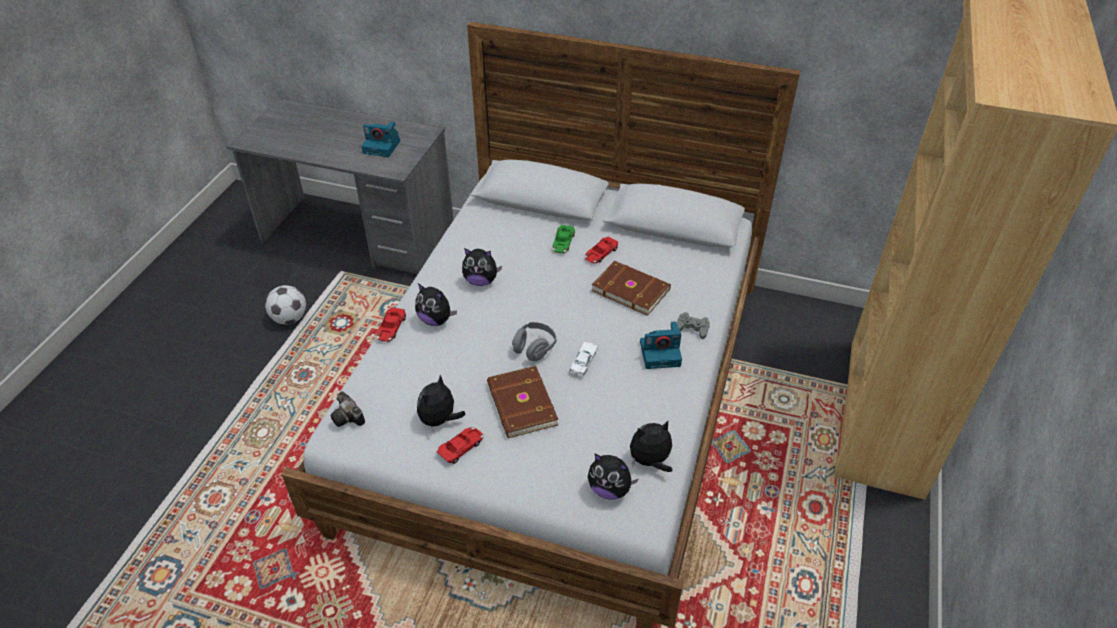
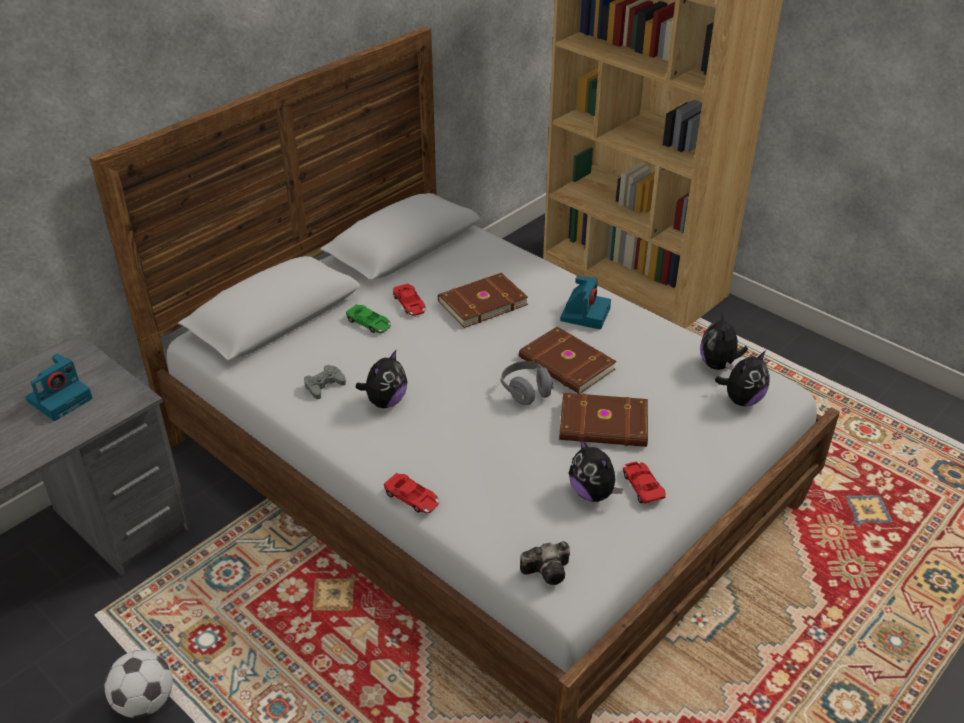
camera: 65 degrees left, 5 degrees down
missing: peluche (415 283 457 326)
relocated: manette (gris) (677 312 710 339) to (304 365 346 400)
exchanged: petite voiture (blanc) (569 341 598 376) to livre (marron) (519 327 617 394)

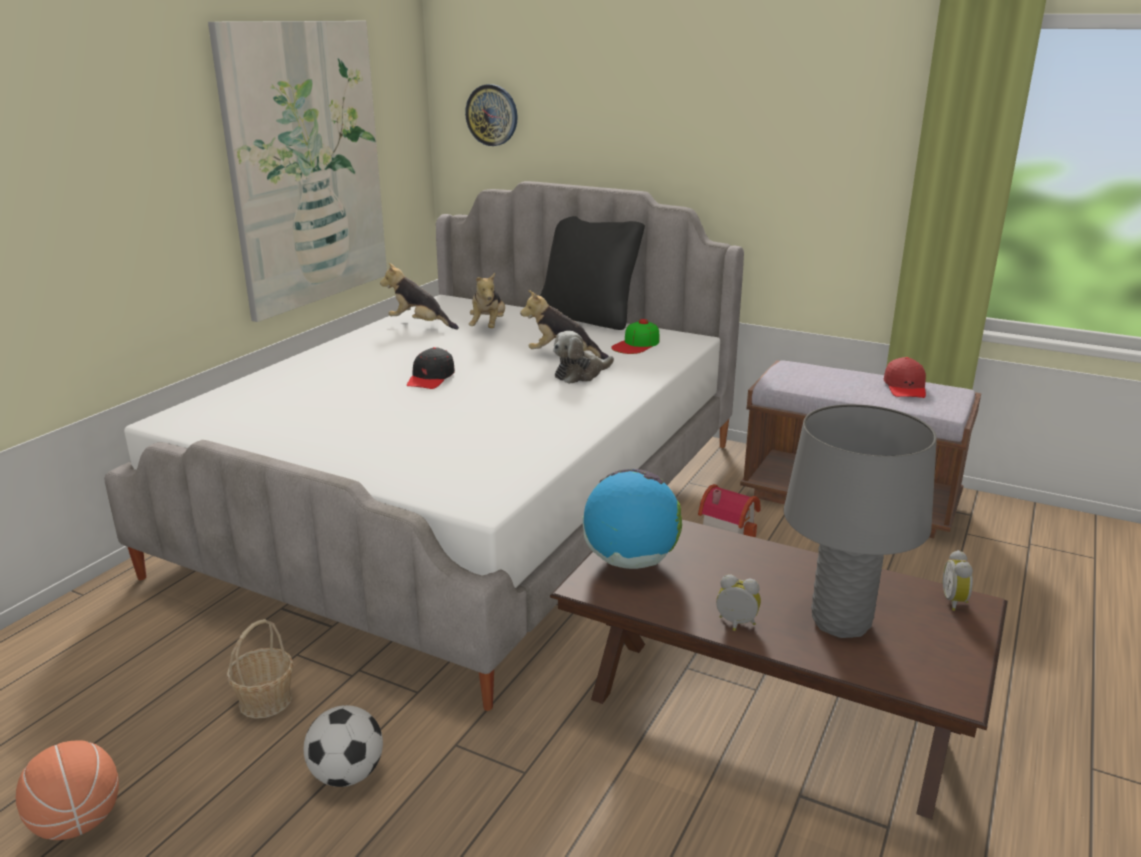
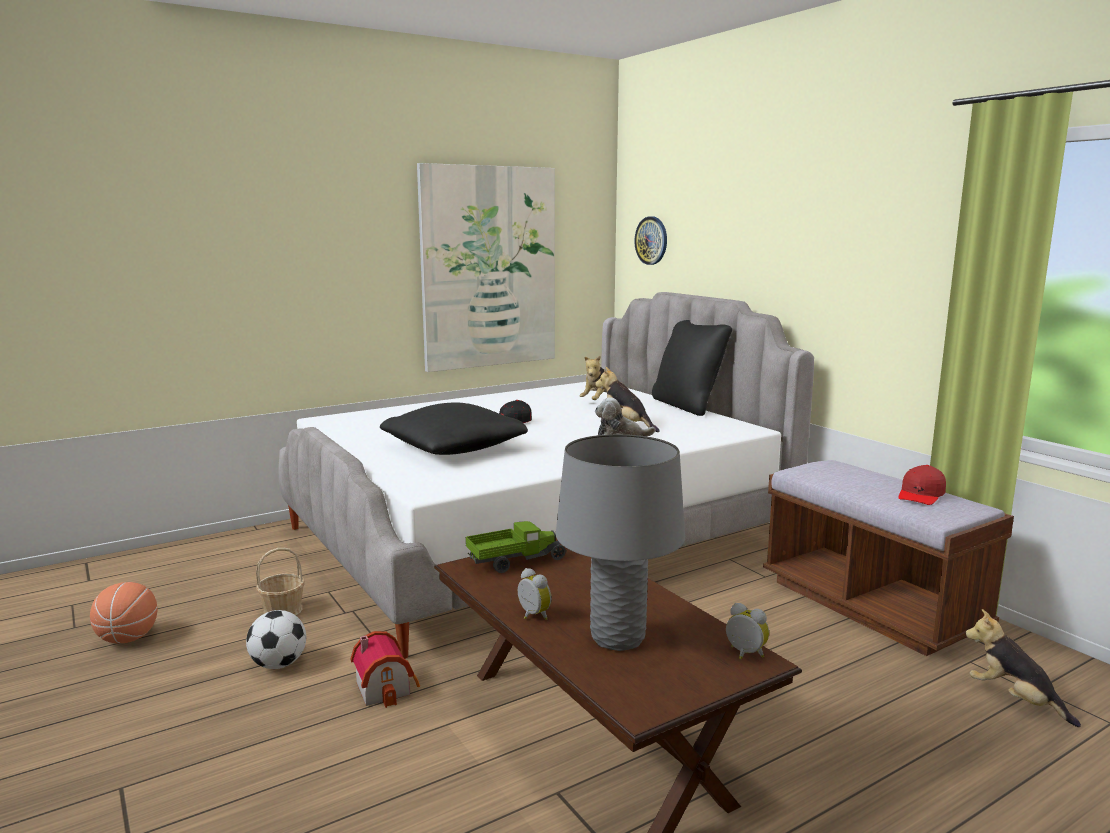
camera: 30 degrees right, 10 degrees down
missing: casquette (611 319 659 354)
appeared: coussin (noir) (380 403 528 455)
relocated: peluche (380 263 459 330) to (965 609 1081 727); maison miniature (698 484 761 537) to (351 631 420 708)
exchanged: globe (582 469 682 569) to camion jouet (466 521 567 573)
spun: réveil (943 550 973 611) = (726 603 769 659) 90 degrees clockwise

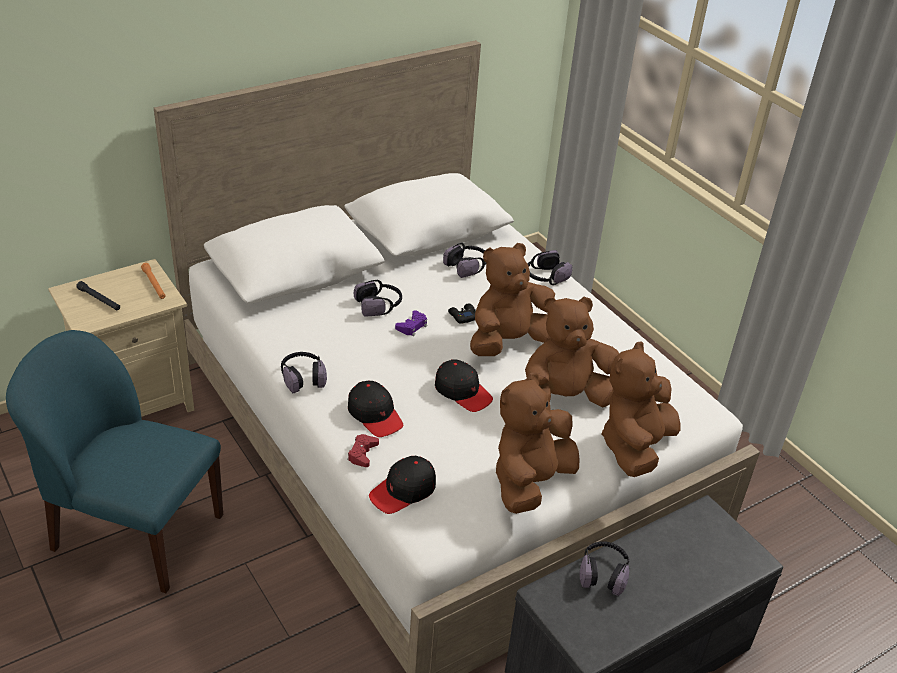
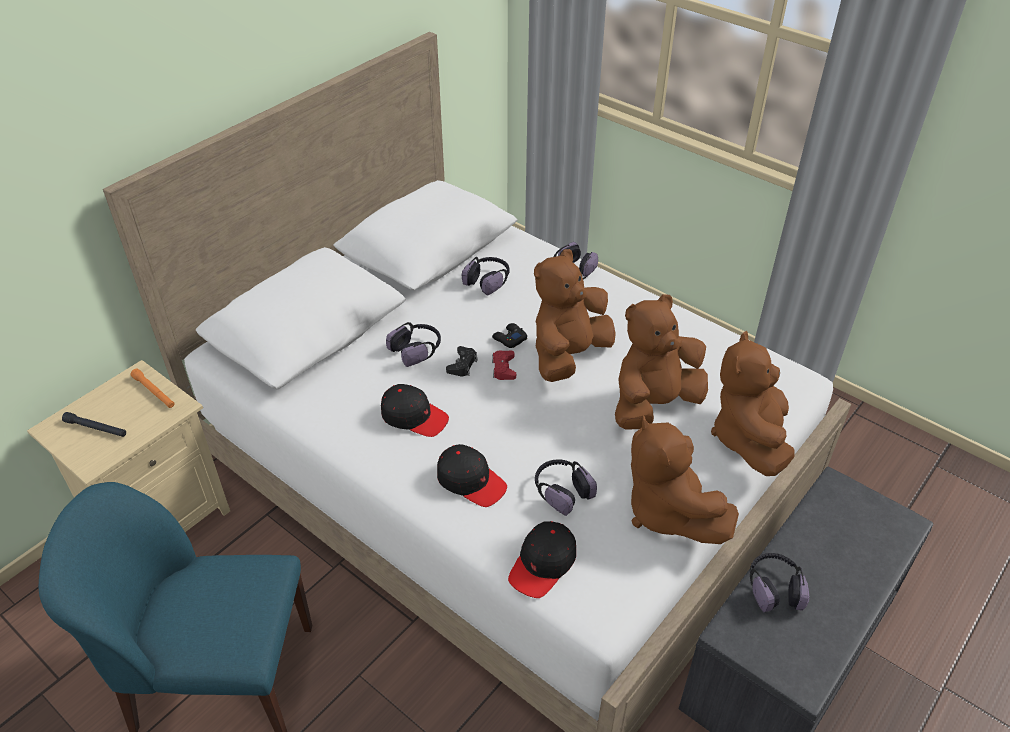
camera: 15 degrees left, 5 degrees up
relocated: casque audio (281 352 327 393) to (535 459 597 516); manette (rouge) (348 434 379 467) to (492 350 516 380); casquette (noir) (435 359 493 412) to (381 384 449 437)
colour: manette (violet) (395 310 427 336) to manette (noir) (446 346 478 376)
spun: peluche (marron) (496 373 580 514) = (631 415 739 544) 45 degrees counterclockwise

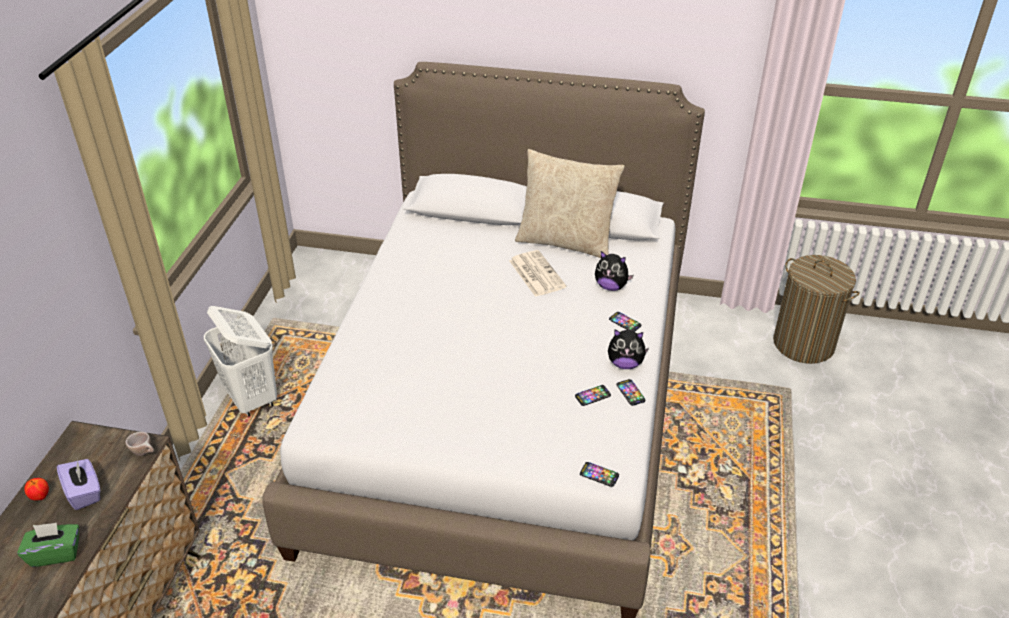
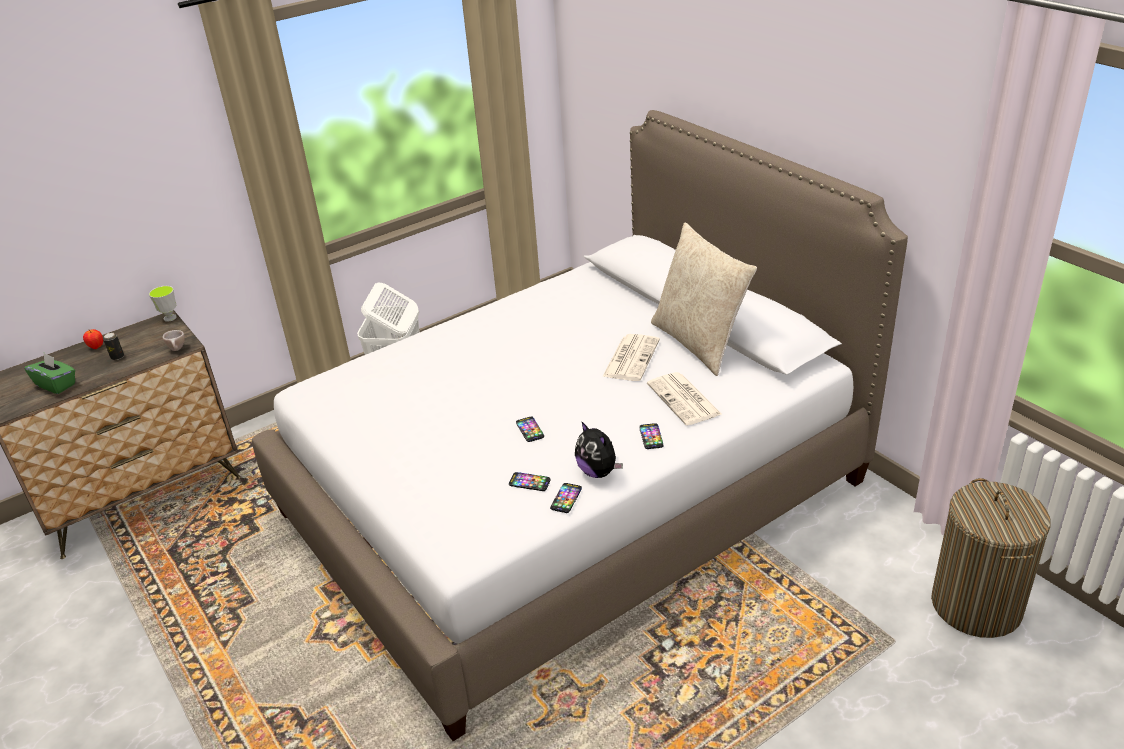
camera: 45 degrees right, 5 degrees down
appeared: tasse (149 286 177 322)
relocated: téléphone (580 462 619 487) to (516 416 544 442)
exchanged: boîte à mouchoirs (violet) (57 459 100 510) to boîte métallique (103 333 124 360); peluche (595 251 634 291) to journal (647 372 722 425)

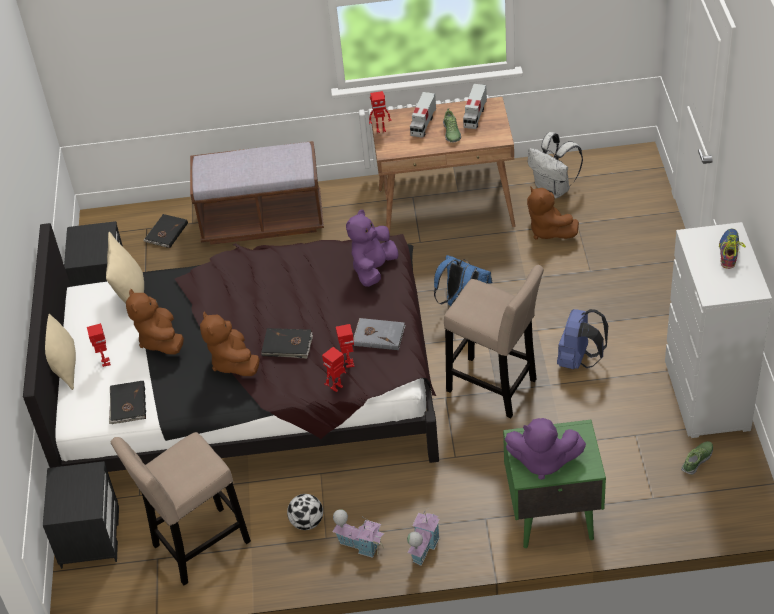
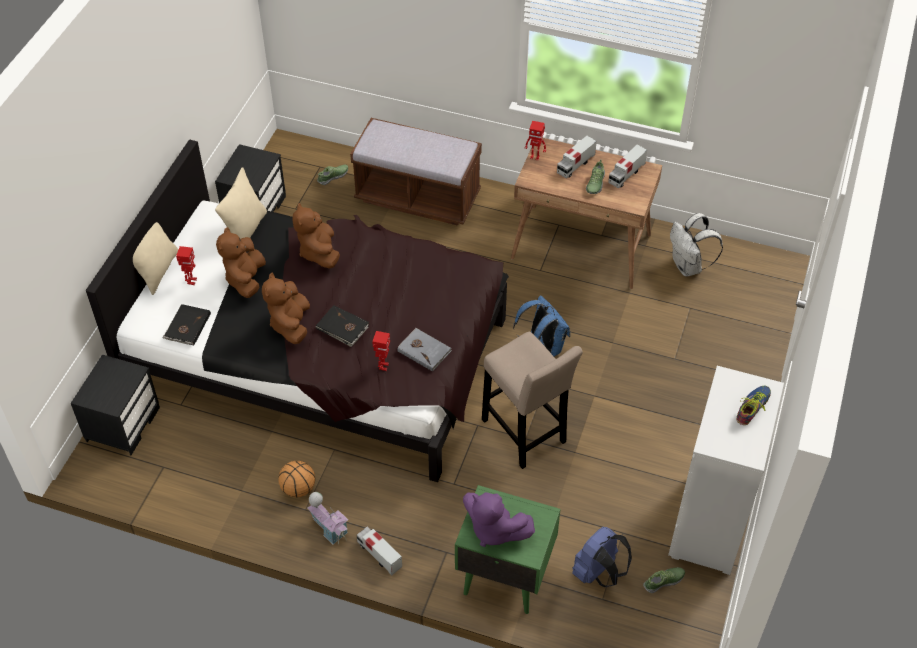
camera: 20 degrees right, 5 degrees up
missing: tabouret (beige) (111 432 251 585); robot jouet (322 347 346 392); peluche (violet) (346 210 399 287)
relocated: peluche (marron) (527 187 579 239) to (293 203 340 269); sac à dos (bleu) (557 309 608 369) to (572 527 632 587)
exchanged: livre (noir) (143 214 188 248) to chaussure (317 165 348 185); ballon de foot (287 494 323 530) to ballon de basket (278 461 315 497); maison miniature (407 509 440 566) to camion jouet (357 526 402 576)

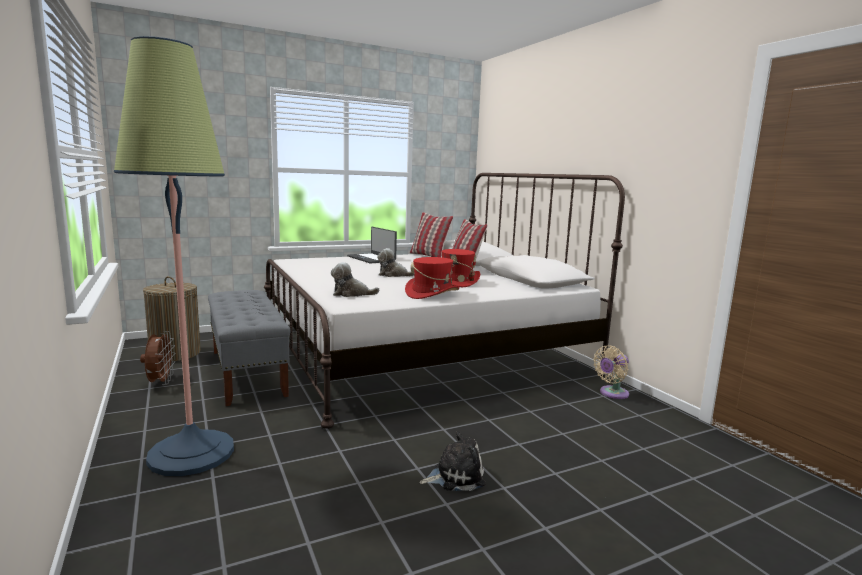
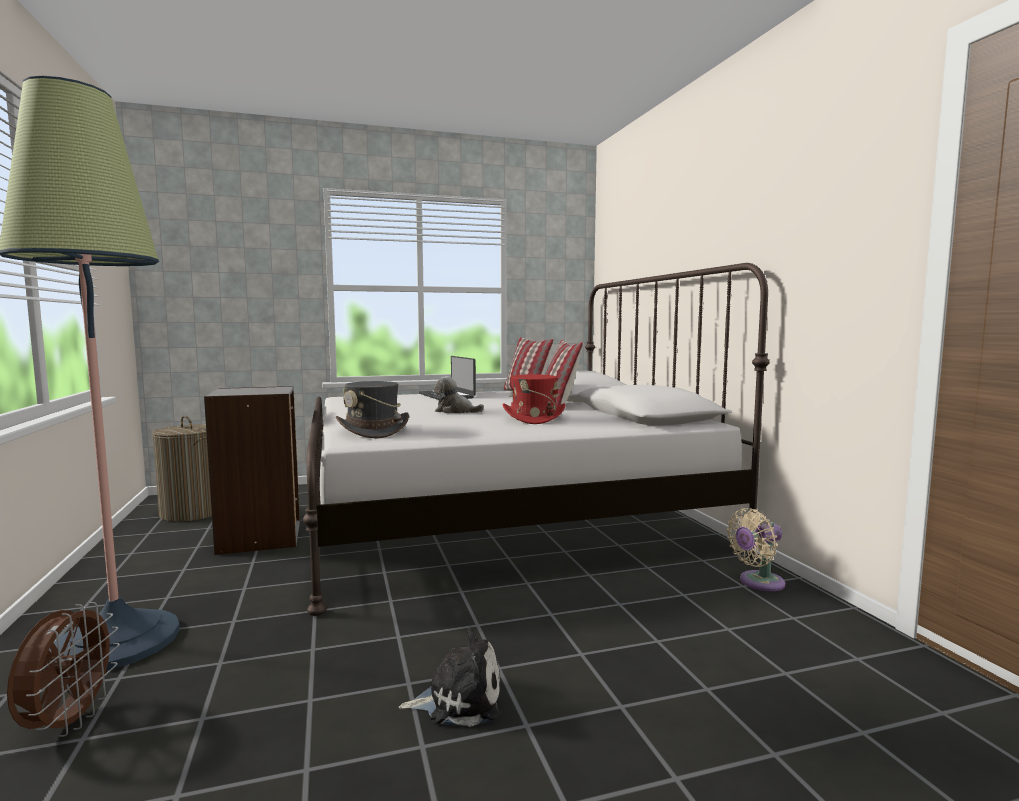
camera: 10 degrees right, 5 degrees down
missing: chapeau (rouge) (405 257 459 299)
relocated: ventilateur (marron) (140 331 175 385) to (7 602 120 737)
exchanged: banc (gris) (208 290 290 406) to bibliothèque (gris) (204 386 300 555); peluche (331 262 379 297) to chapeau (gris) (336 381 409 438)

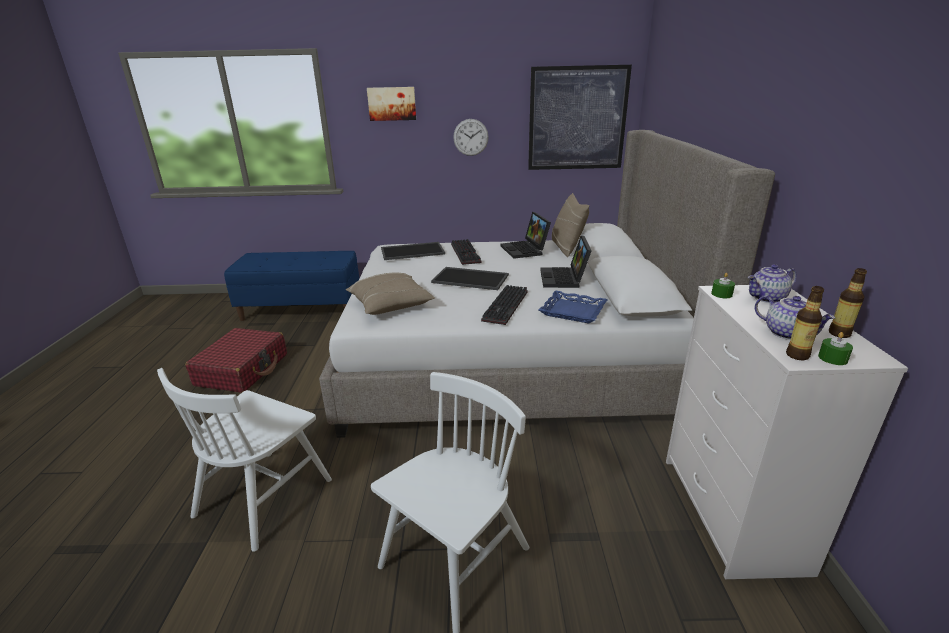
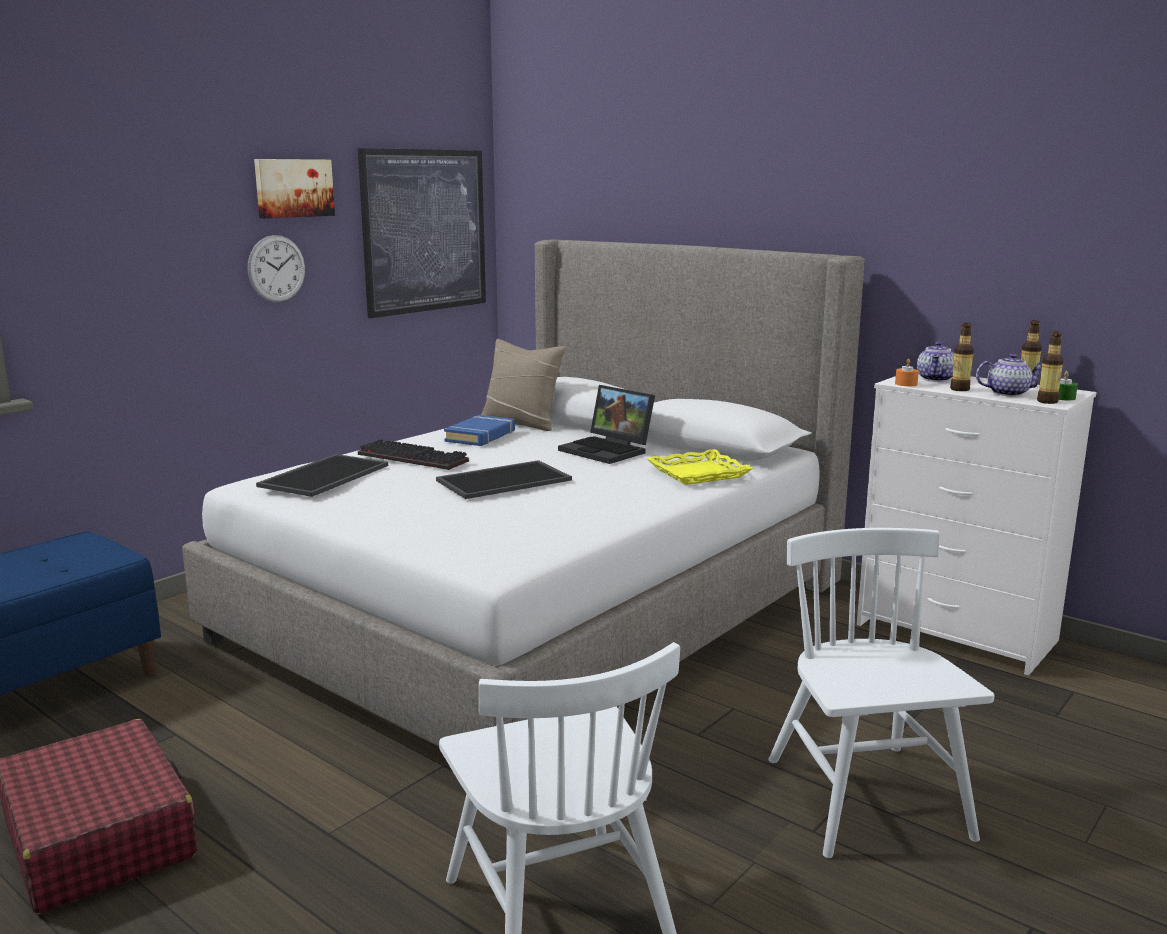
camera: 50 degrees left, 10 degrees down
missing: coussin (beige) (346 272 435 315); clavier (481 285 528 325)
appeared: bouteille (950 323 974 391)
relocated: tableau (367 87 416 121) to (254 159 335 218)
exchanged: ordinateur portable (500 212 551 259) to livre (bleu) (444 415 515 446)
colour: plateau (bleu) (539 290 608 324) to plateau (jaune) (646 449 753 485); bougie (vert) (711 273 735 298) to bougie (orange) (895 359 919 386)

